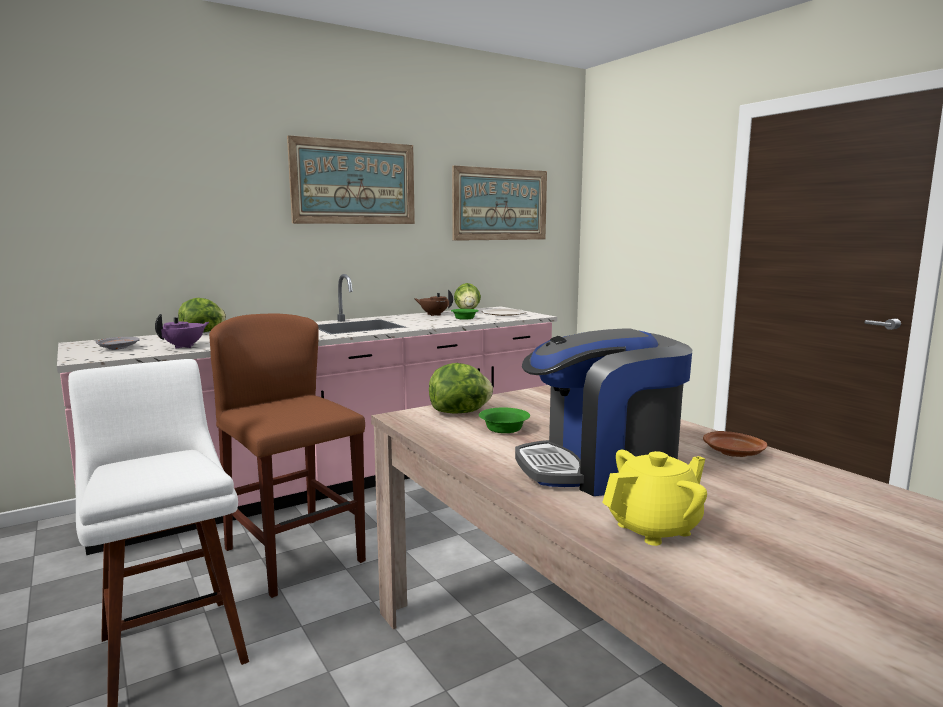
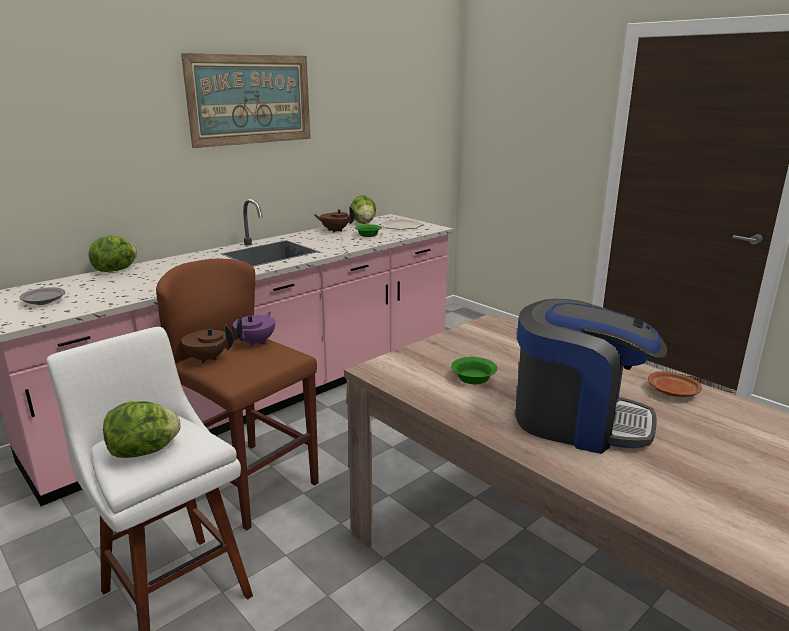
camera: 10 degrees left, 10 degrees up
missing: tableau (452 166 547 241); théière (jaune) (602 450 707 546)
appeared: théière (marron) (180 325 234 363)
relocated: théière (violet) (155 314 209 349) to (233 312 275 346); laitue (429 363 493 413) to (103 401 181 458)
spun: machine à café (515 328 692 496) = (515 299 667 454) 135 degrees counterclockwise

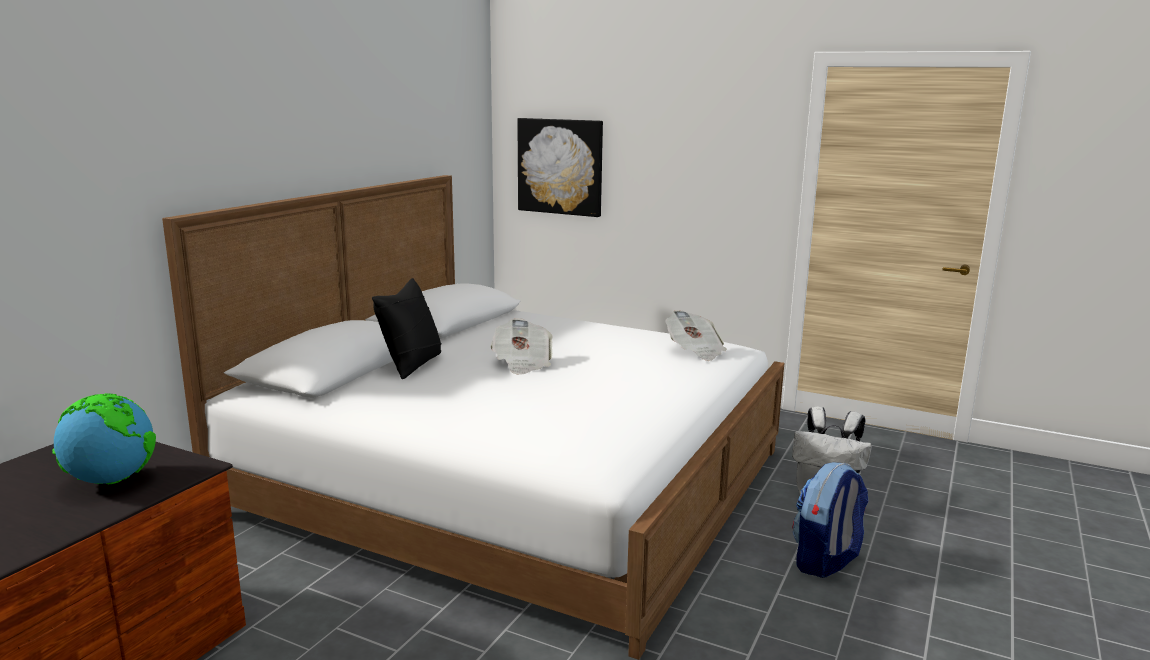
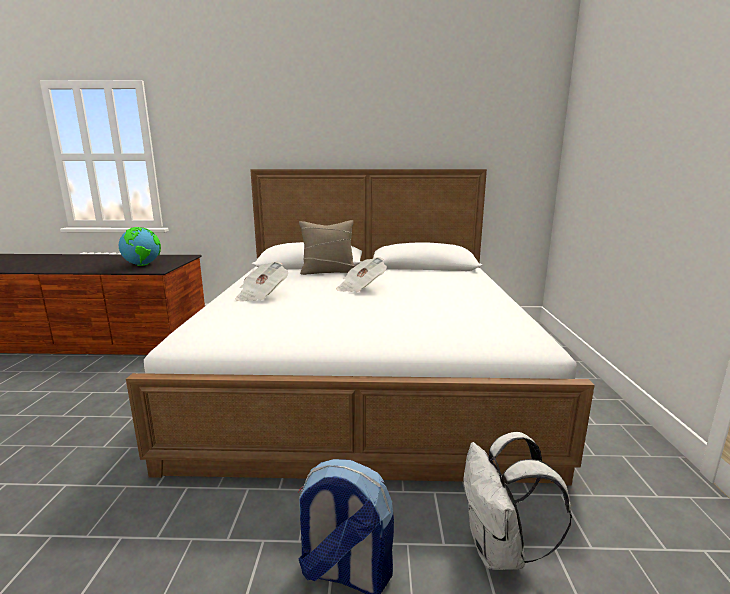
camera: 65 degrees right, 0 degrees up
missing: tableau (517 118 603 217)
relocated: journal (665 310 727 361) to (235 262 288 301)
colour: coussin (noir) (372 278 441 379) to coussin (beige) (299 220 355 275)

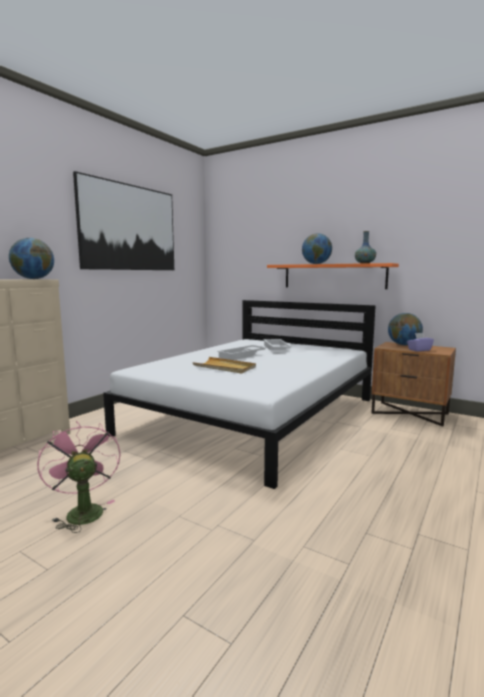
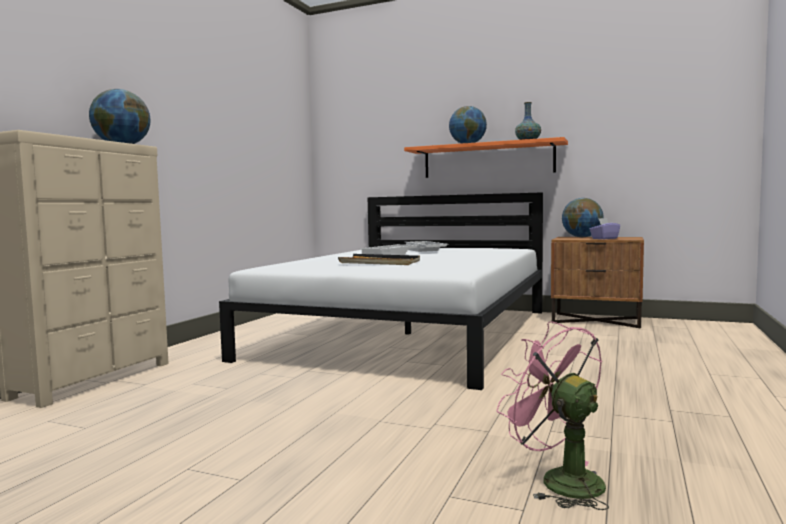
camera: 10 degrees left, 5 degrees down
missing: tableau (73 171 174 270)
relocated: ventilateur (rose) (37 421 121 533) to (497 321 609 510)
colour: plateau (beige) (192 357 256 374) to plateau (noir) (338 254 420 265)

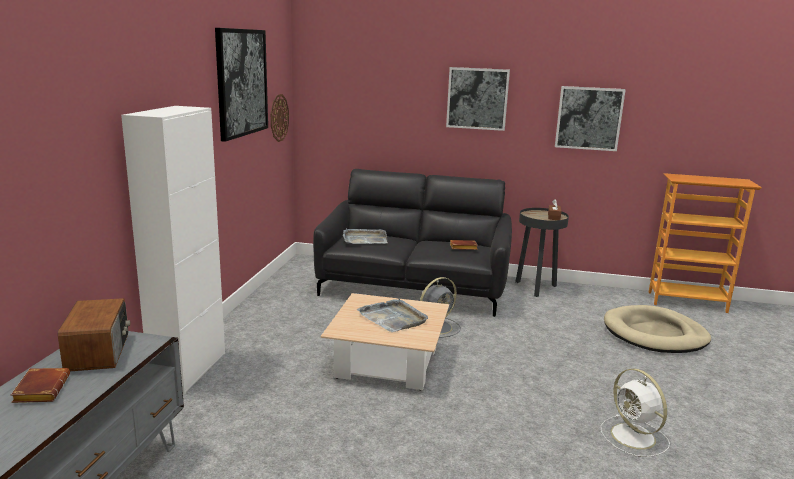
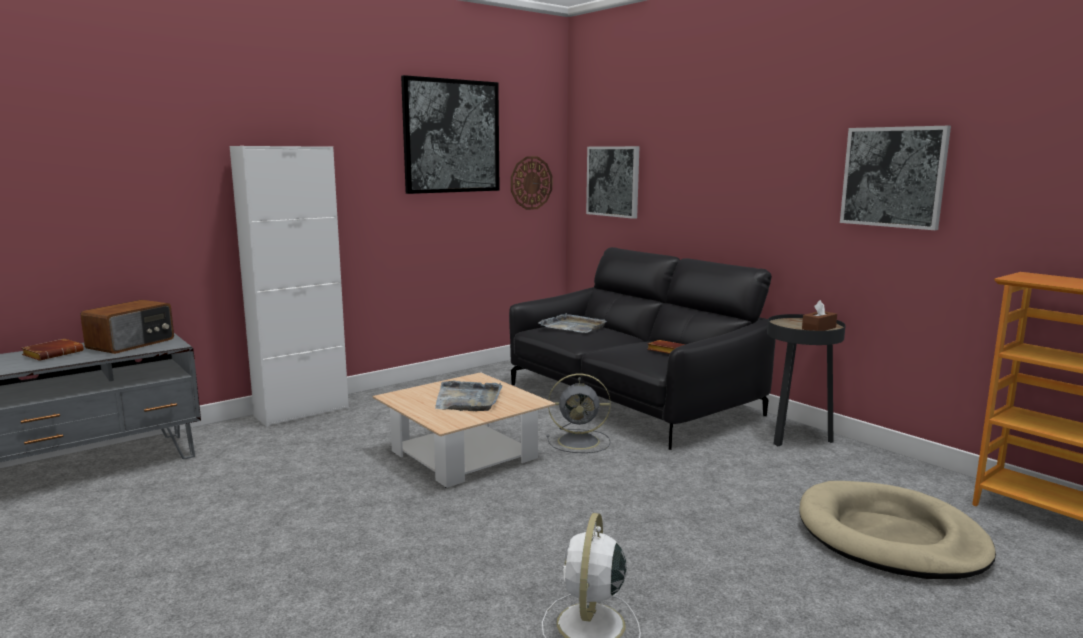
camera: 40 degrees right, 5 degrees down
relocated: tableau (446 67 510 131) to (586 146 640 219)

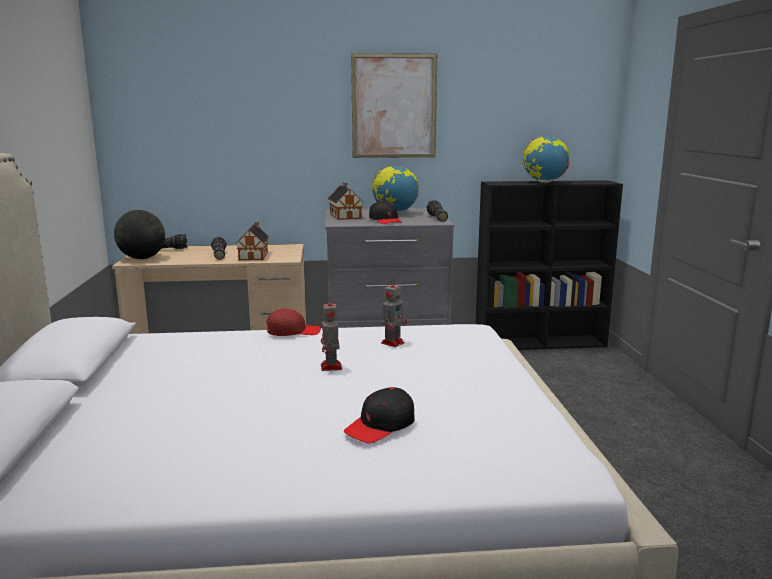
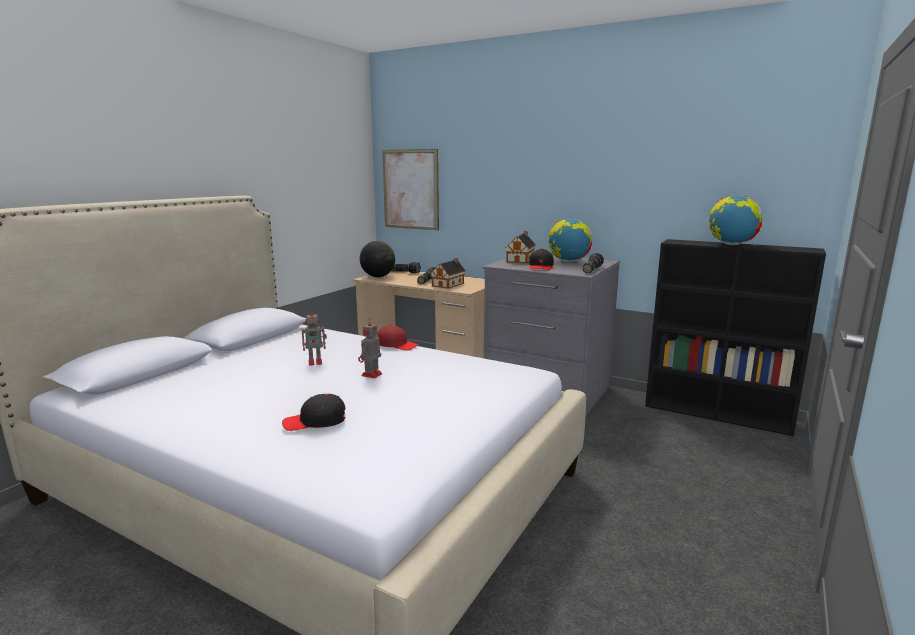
camera: 35 degrees right, 0 degrees up
relocated: tableau (351 53 437 158) to (382 149 439 230); robot jouet (381 279 407 347) to (302 309 327 366)

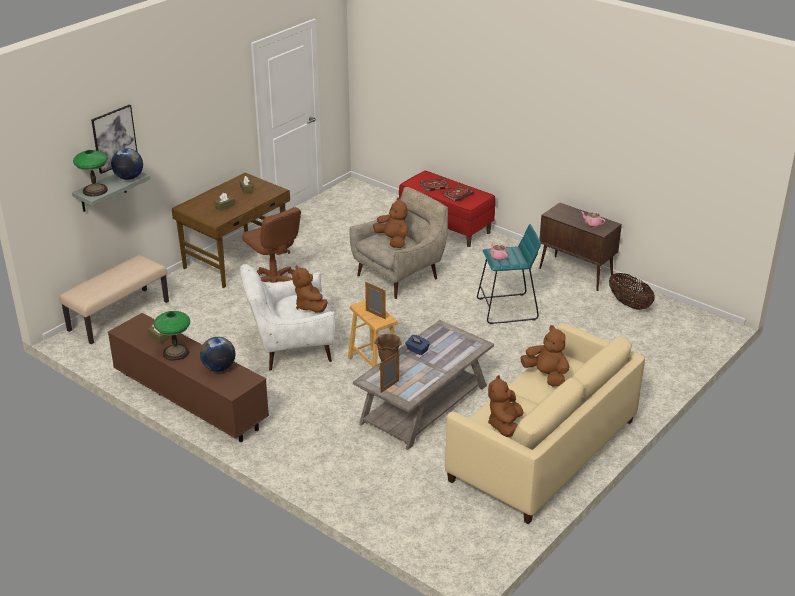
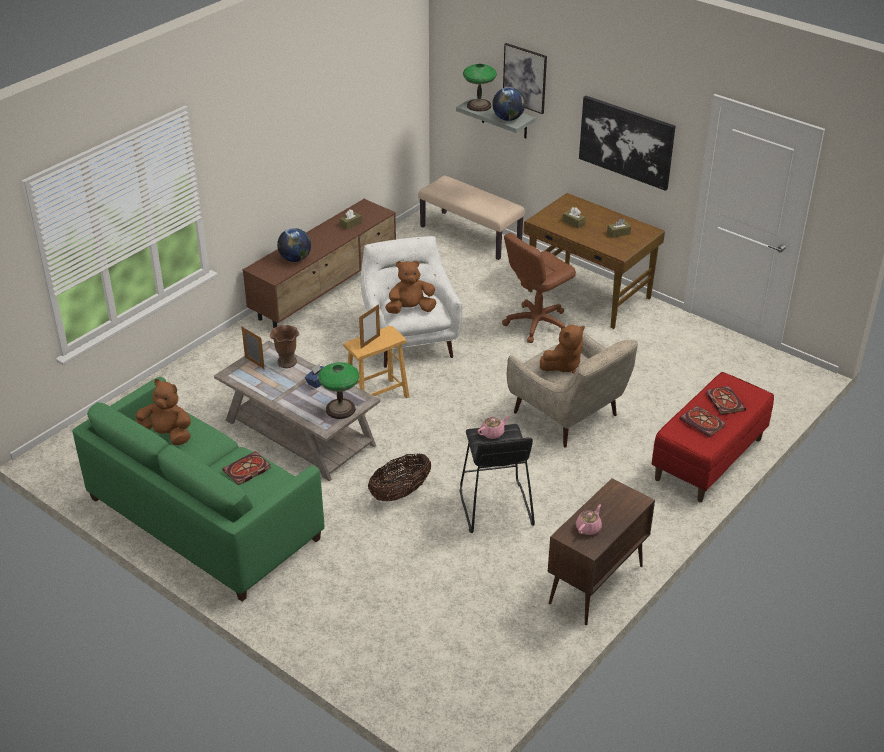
camera: 90 degrees right, 5 degrees up
appeared: tableau (579 96 676 191)
relocated: lampe de table (154 311 190 361) to (318 362 359 419); panier (609 272 655 310) to (368 453 431 502)
exchanged: peluche (marron) (520 325 569 386) to livre (222 451 271 485)
colour: canapé (beige) (445 323 645 524) to canapé (vert) (72 377 324 602); tabouret (turquoise) (477 224 541 324) to tabouret (noir) (460 424 535 533)

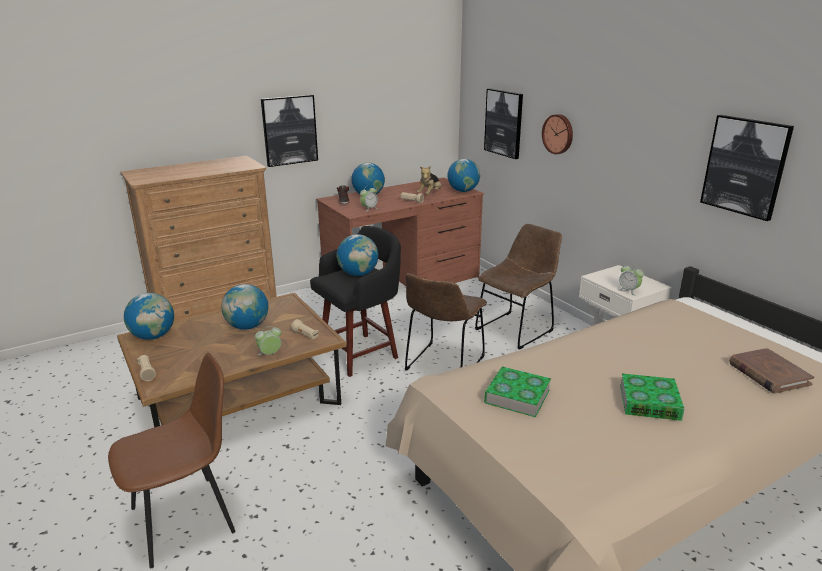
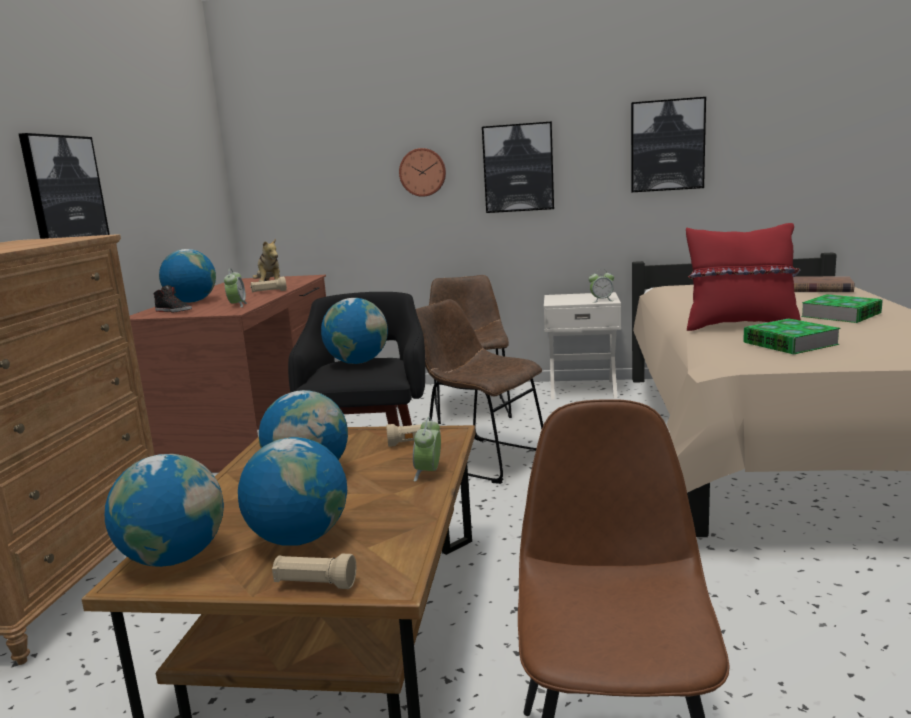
camera: 50 degrees left, 10 degrees down
appeared: coussin (rouge) (686 223 801 331)
relocated: globe (447 159 480 192) to (238 437 347 546); tableau (484 88 523 159) to (482 121 554 213)
spun: chaise (marron) (405 274 487 371) = (416 299 543 484) 150 degrees clockwise

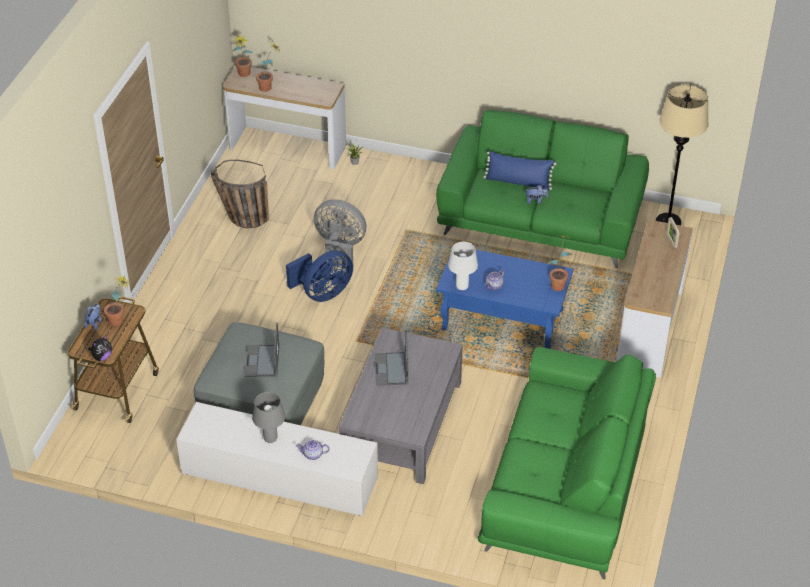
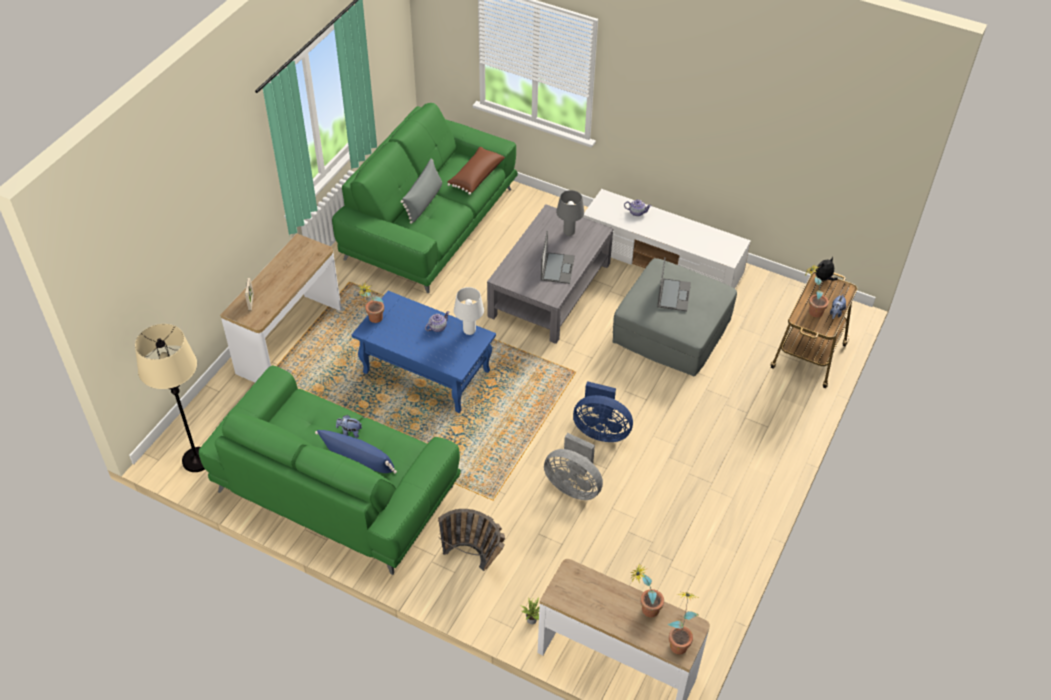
camera: 170 degrees left, 5 degrees up
appeared: coussin (gris) (401 158 442 224); coussin (marron) (447 147 505 195)
relocated: panier (211 160 269 228) to (438 509 505 571); lampe de table (gris) (252 392 285 443) to (556 190 584 236)
spun: ventilateur (bleu) (286 250 353 302) = (573 381 633 442) 135 degrees counterclockwise

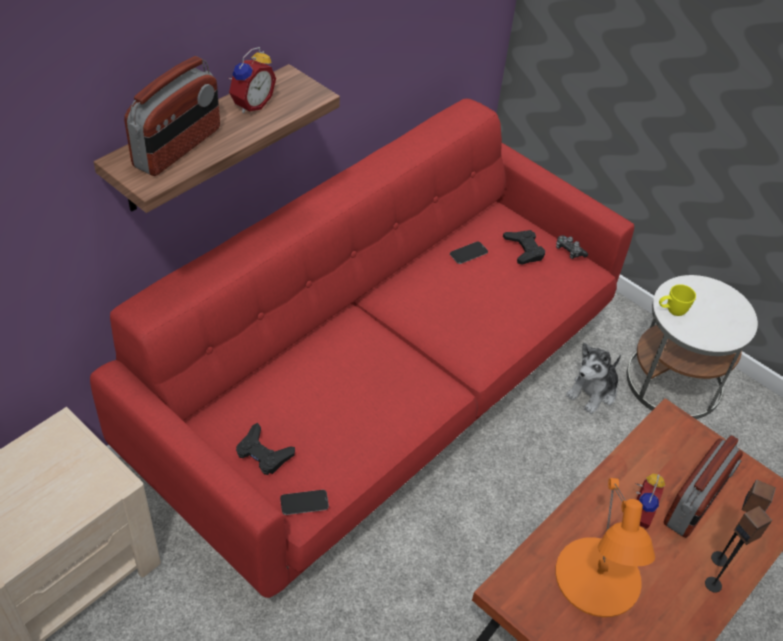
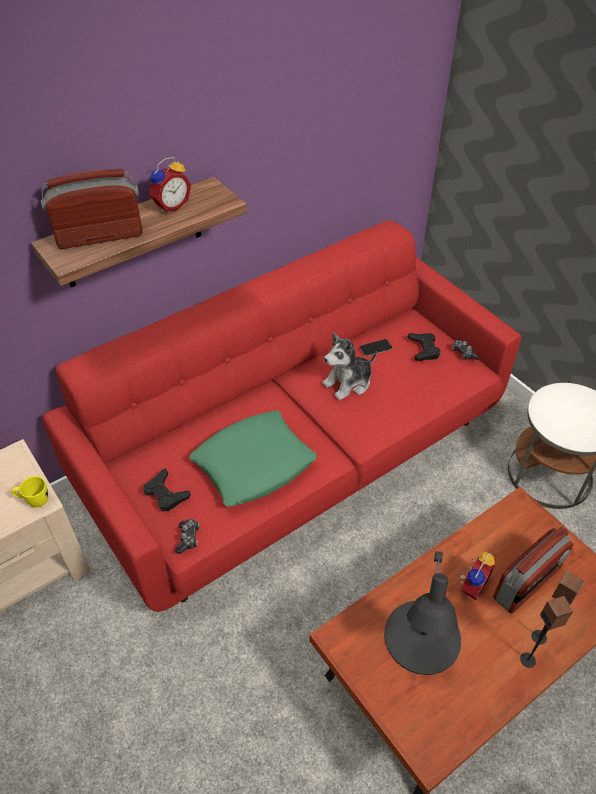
camera: 15 degrees right, 0 degrees up
appeared: coussin (vert) (189 410 317 507)
relocated: peluche (566 343 621 414) to (322 333 377 400); mug (jaune) (659 284 696 316) to (11 476 48 507)
exchanged: téléphone (280 490 329 515) to manette (175 519 200 554)
colour: lampe de table (orange) (555 478 655 617) to lampe de table (noir) (384 551 461 675)
spun: radio (124 56 220 176) = (41 169 142 249) 150 degrees counterclockwise

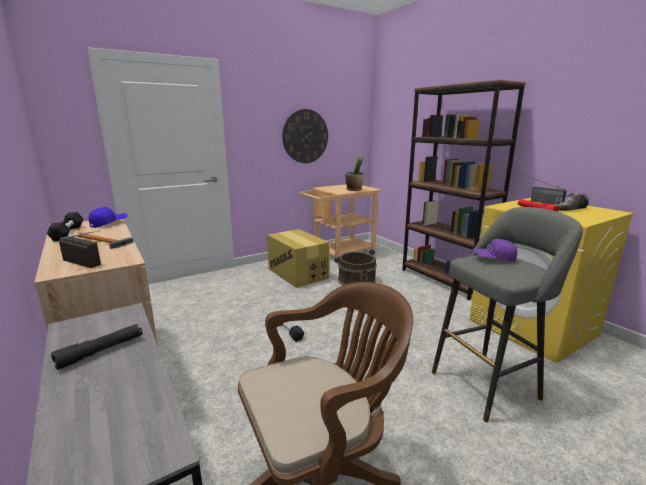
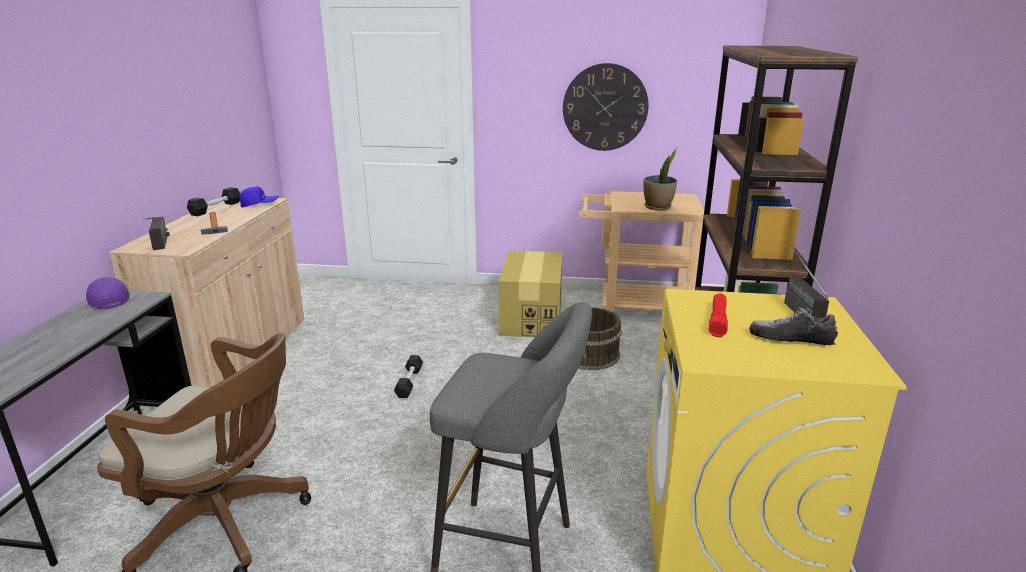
camera: 40 degrees right, 5 degrees up
missing: lampe de poche (noir) (51 324 143 370)
relocated: casquette (violet) (473 239 517 262) to (86 277 129 309)

